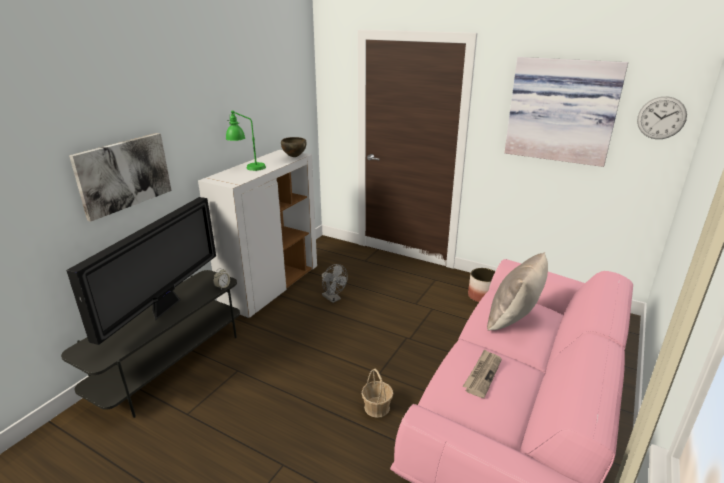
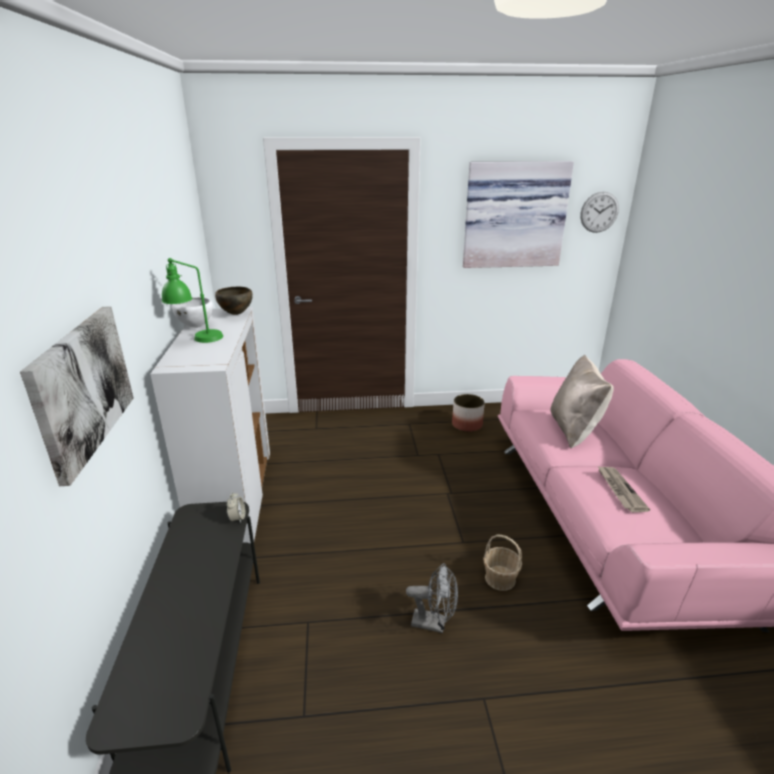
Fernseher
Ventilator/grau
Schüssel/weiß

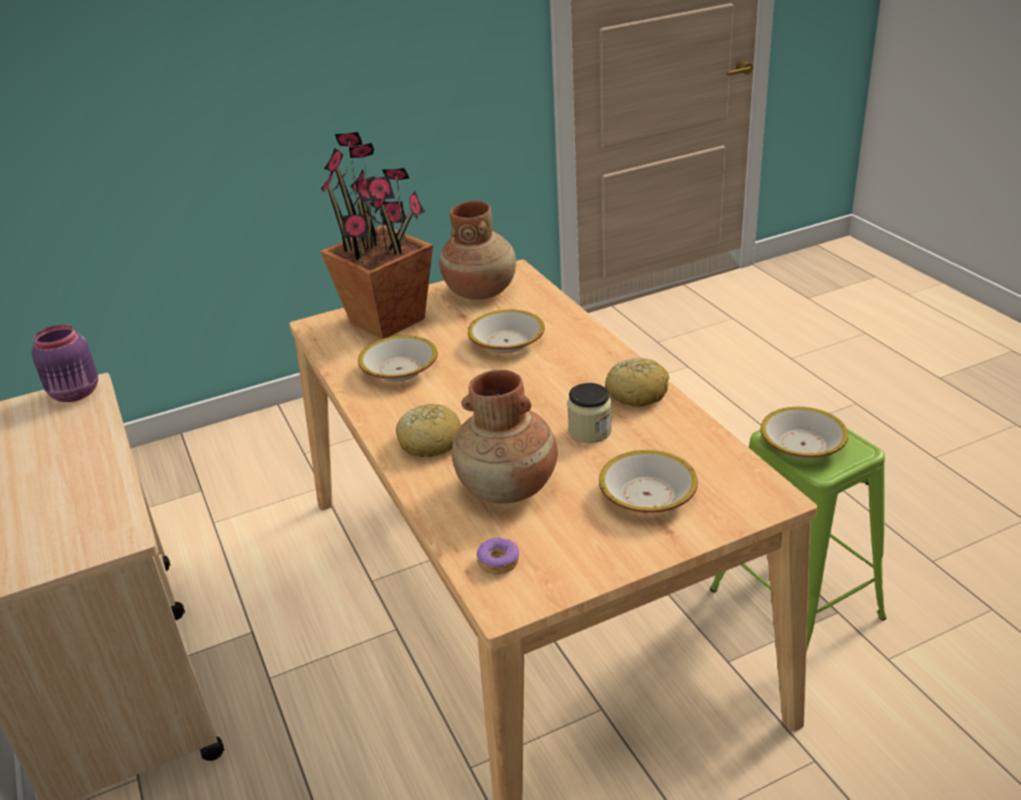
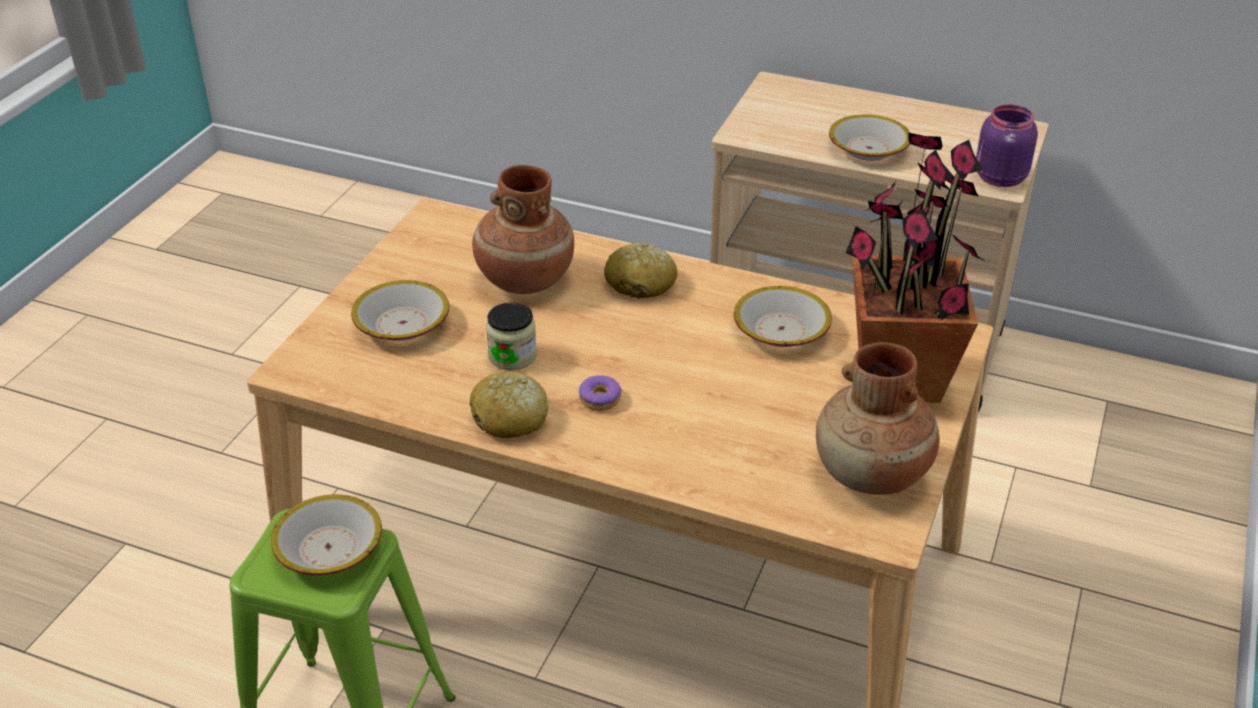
Schüssel (no. 4 from left)
Donut

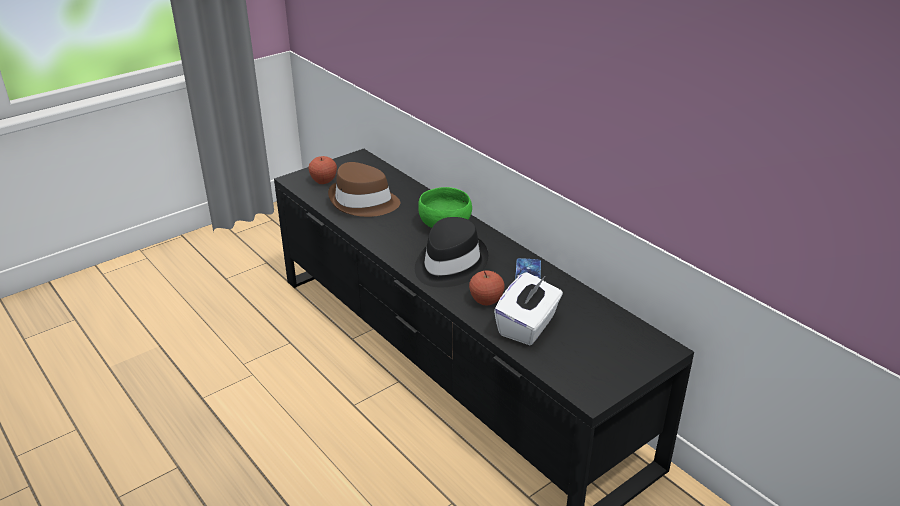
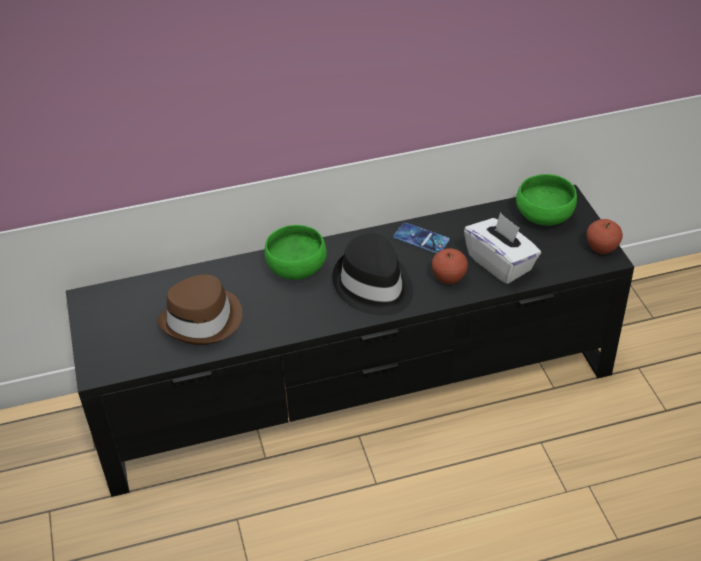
Apfel (no. 2 from left)
Schüssel/grün (no. 2 from left)

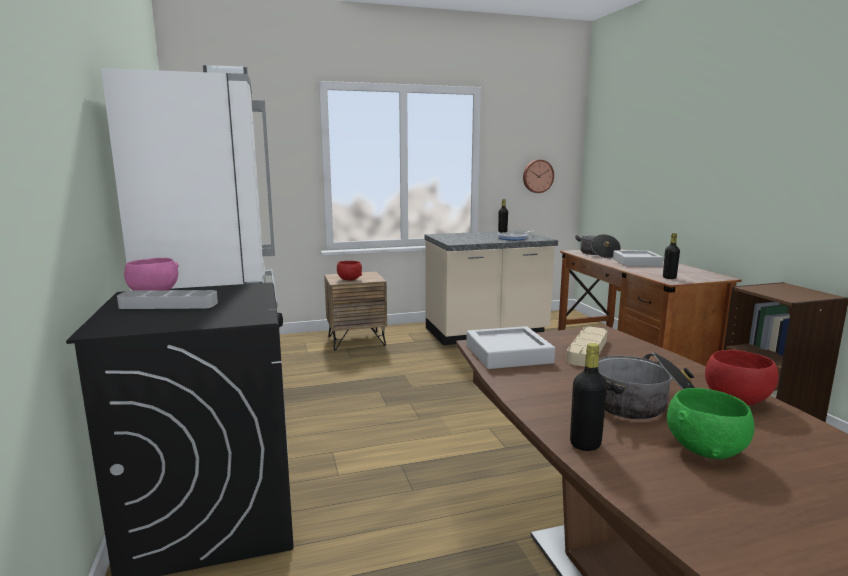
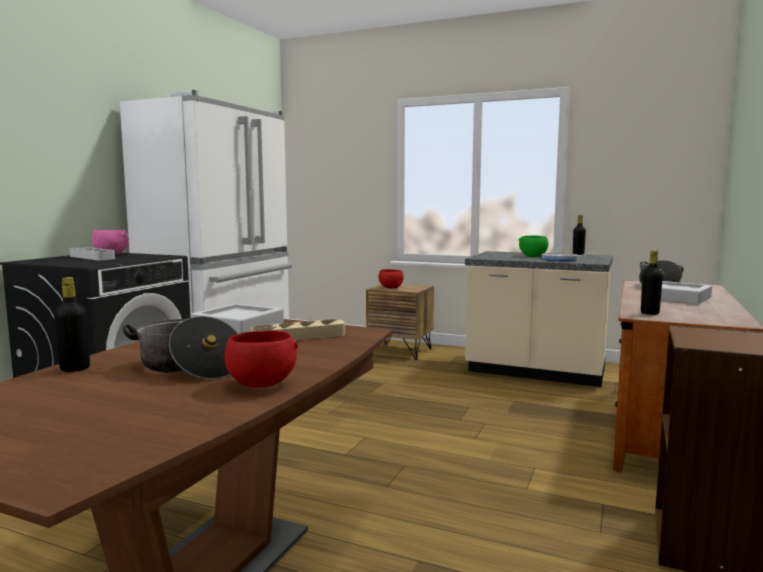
Wanduhr
Schüssel/grün

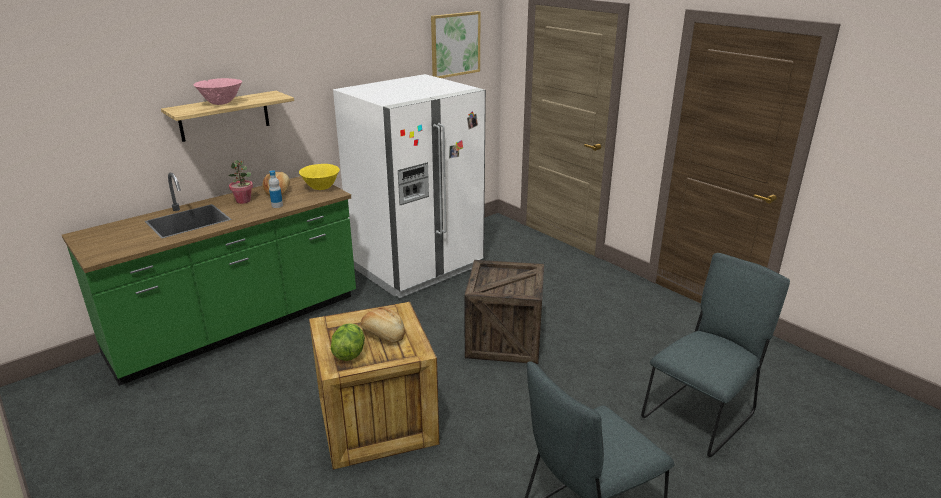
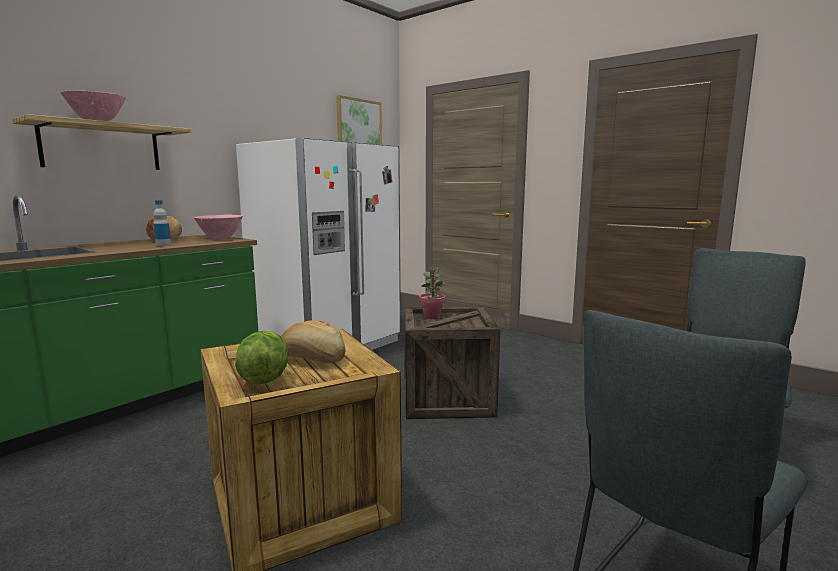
Topfpflanze
Schüssel/rosa (no. 2 from left)

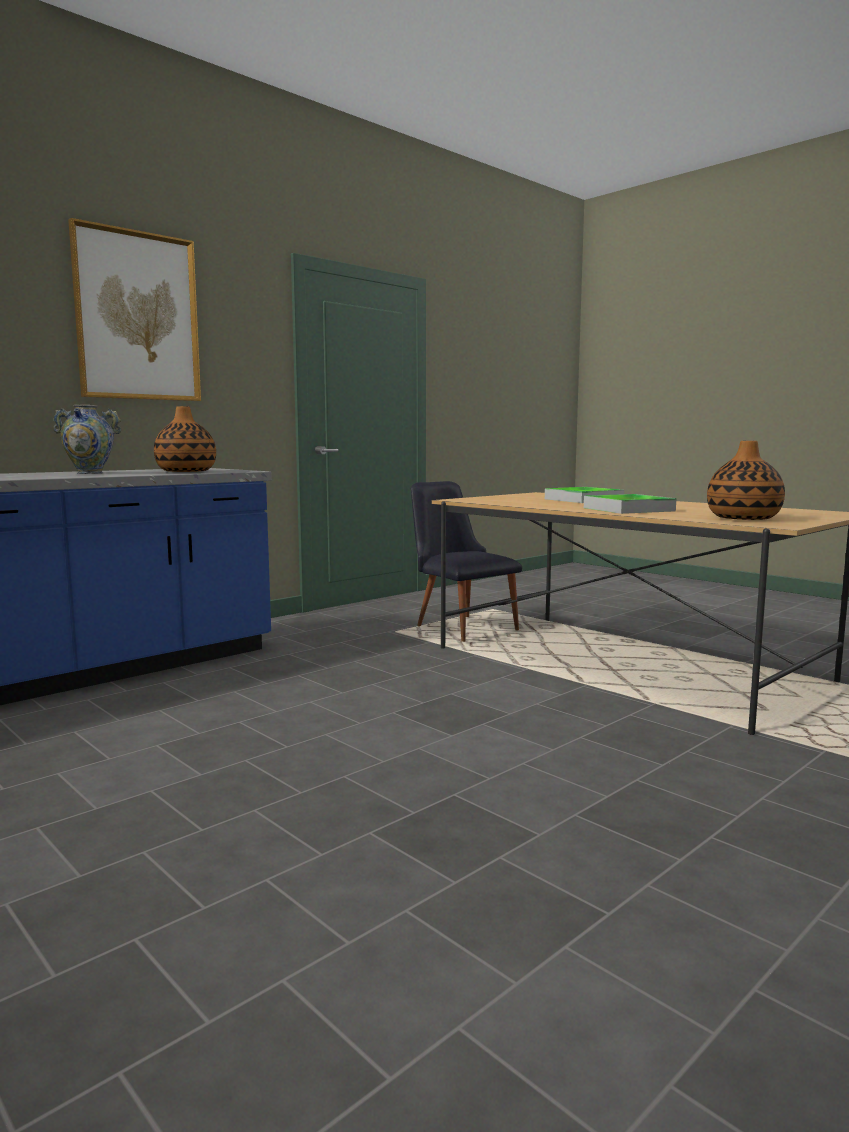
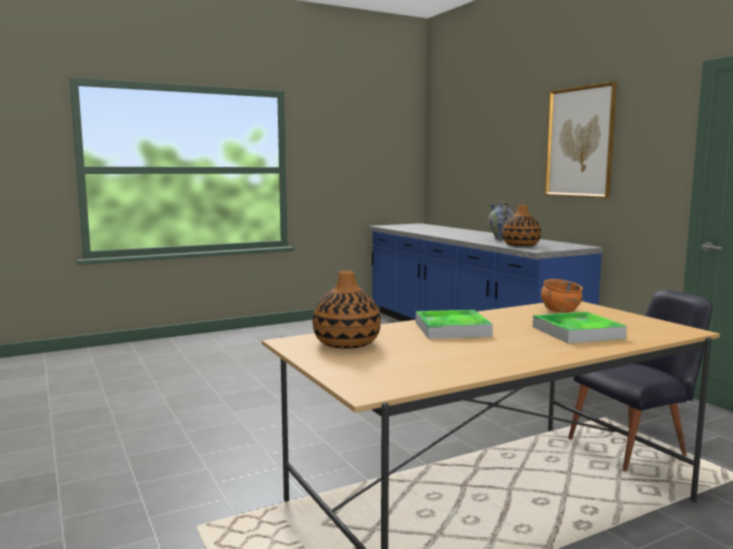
Schüssel/orange

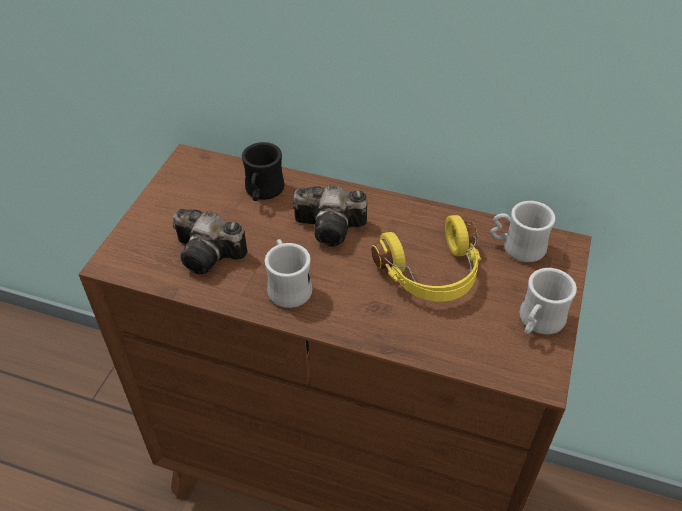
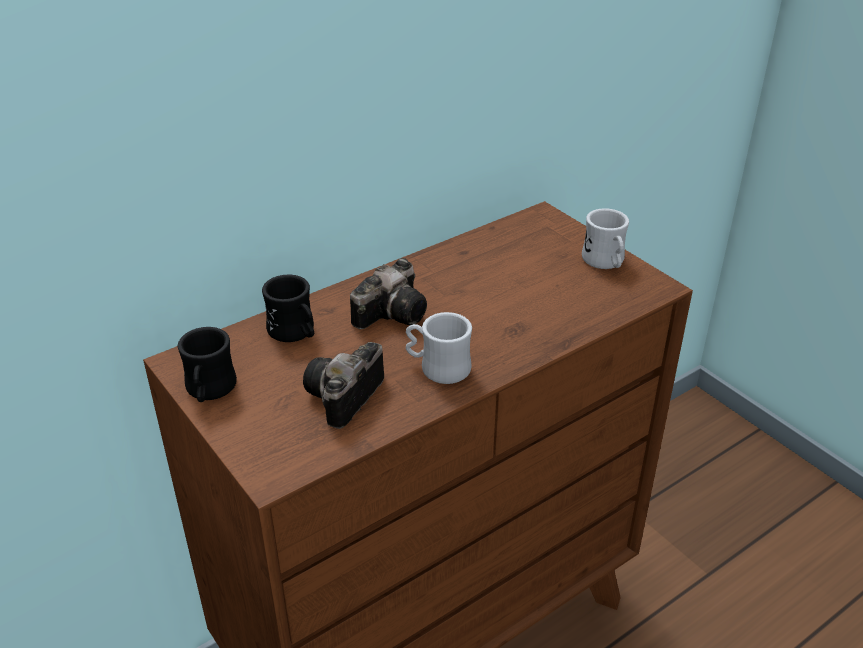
Kamera (no. 1 from left)
Kopfhörer/gelb
Henkelbecher/weiß (no. 2 from left in the first image)
Henkelbecher/schwarz (no. 1 from left)

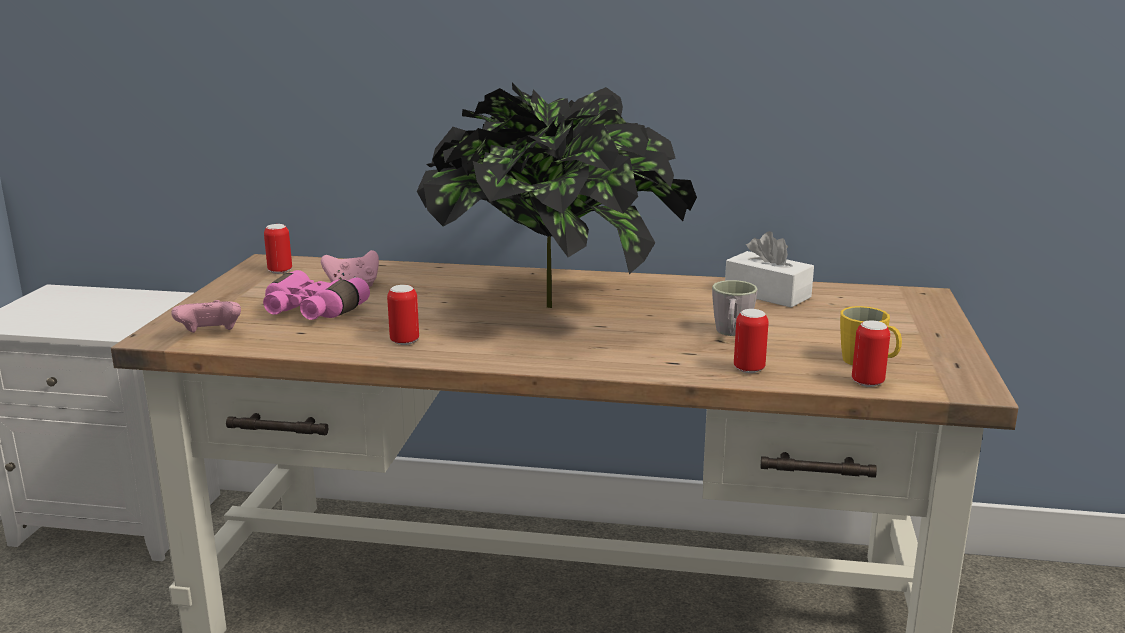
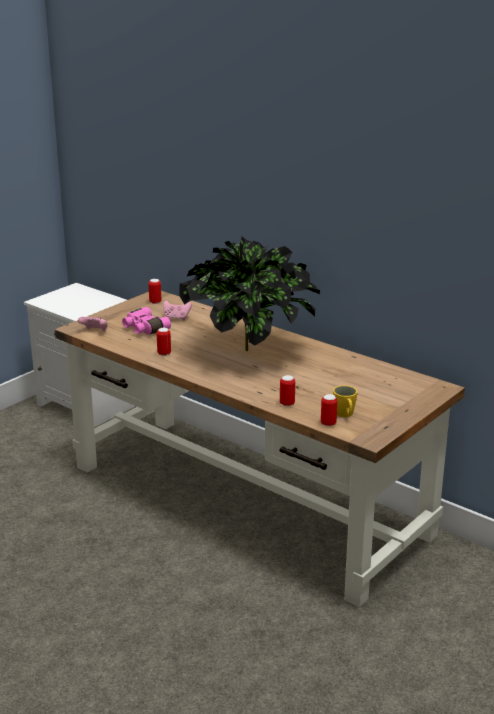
Henkelbecher/grau
Taschentuchbox/weiß

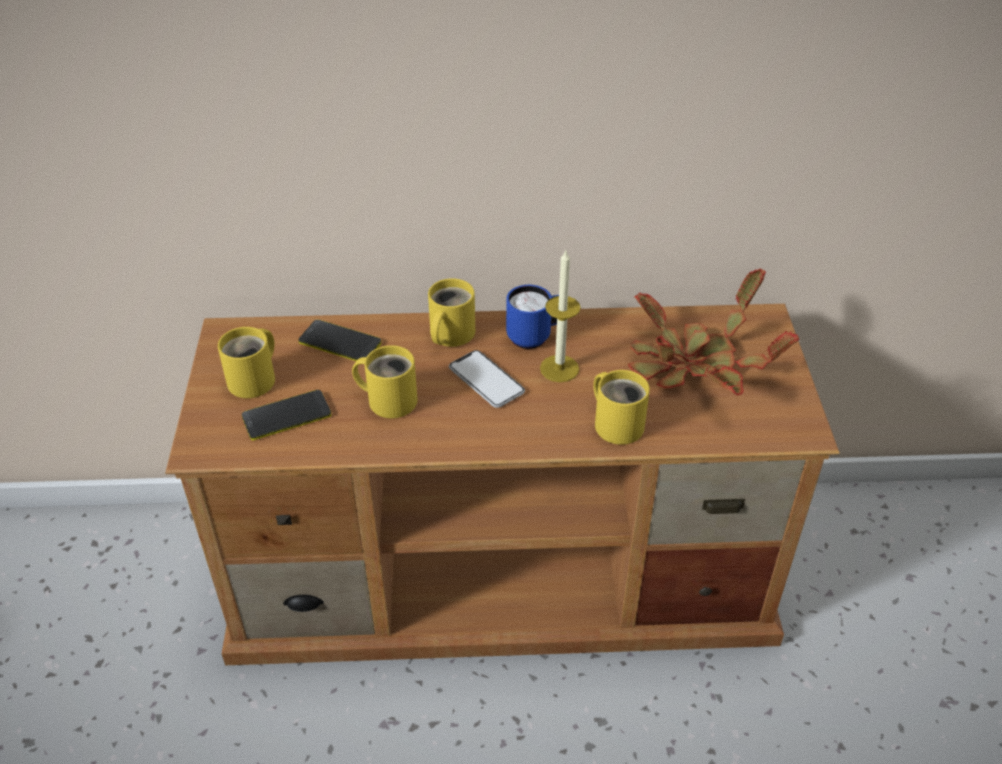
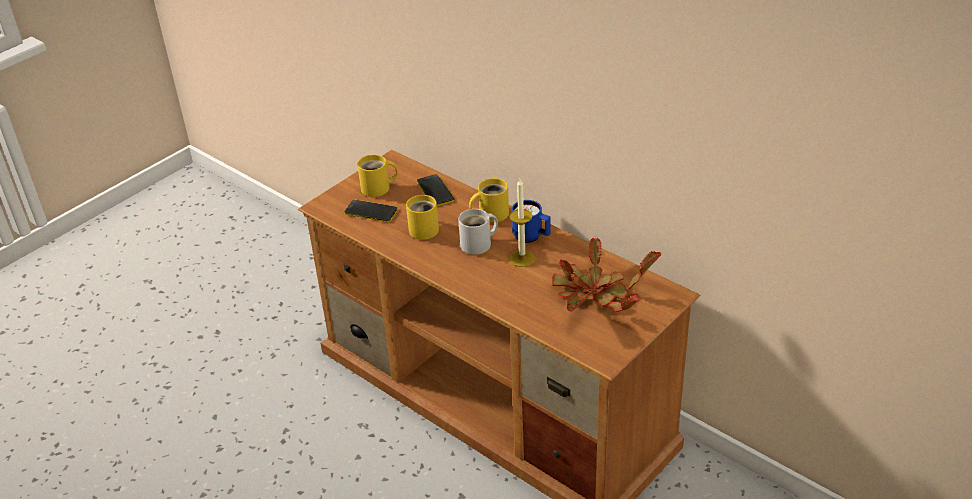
Henkelbecher/weiß
Henkelbecher/gelb (no. 4 from left in the first image)

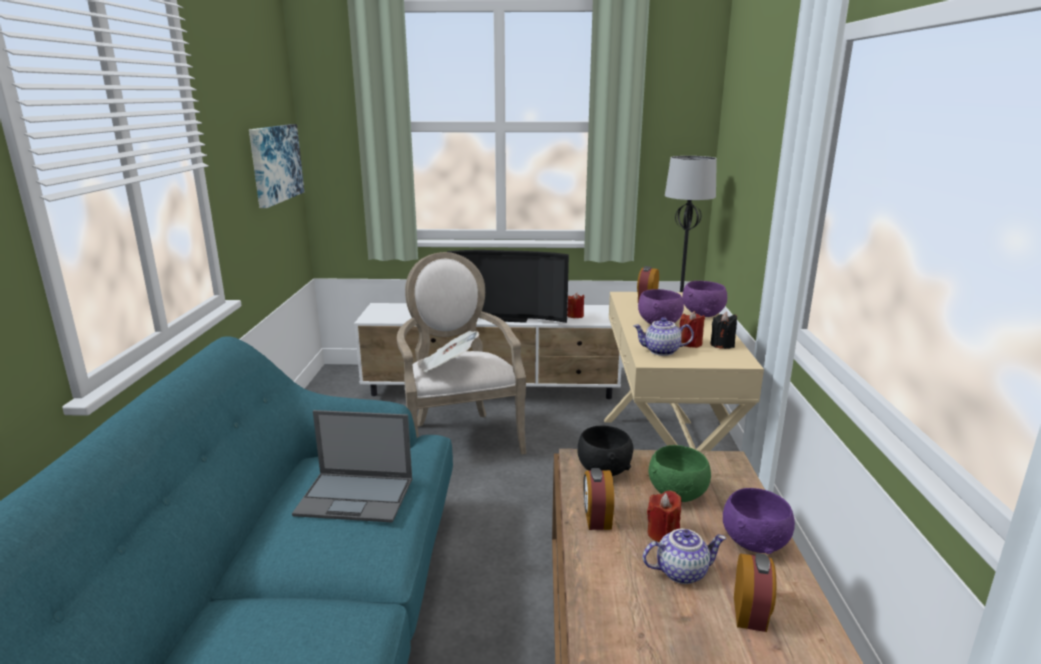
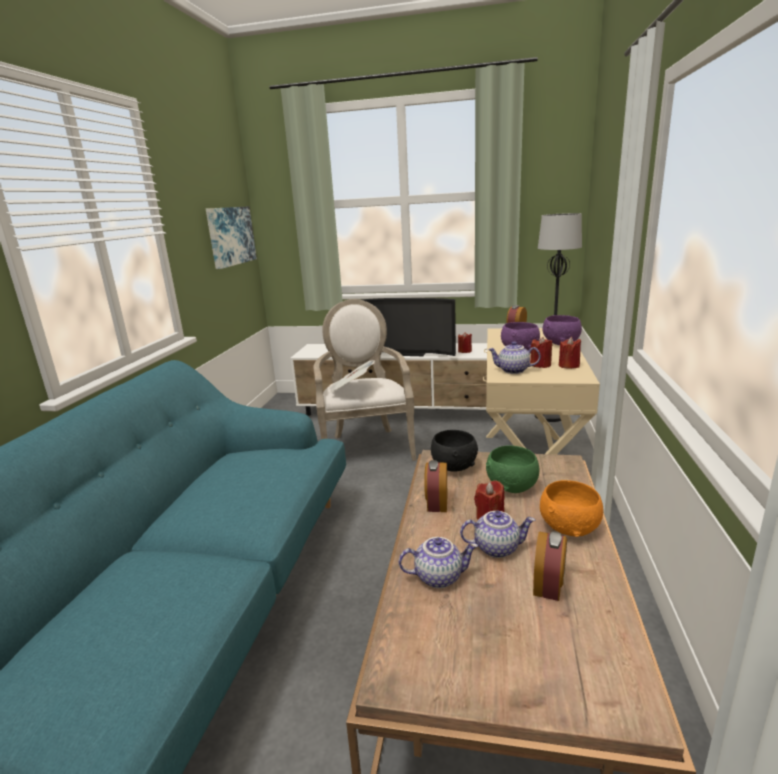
Laptop
Kerze/rot (no. 4 from left)
Schüssel/orange
Teekanne (no. 1 from left)

